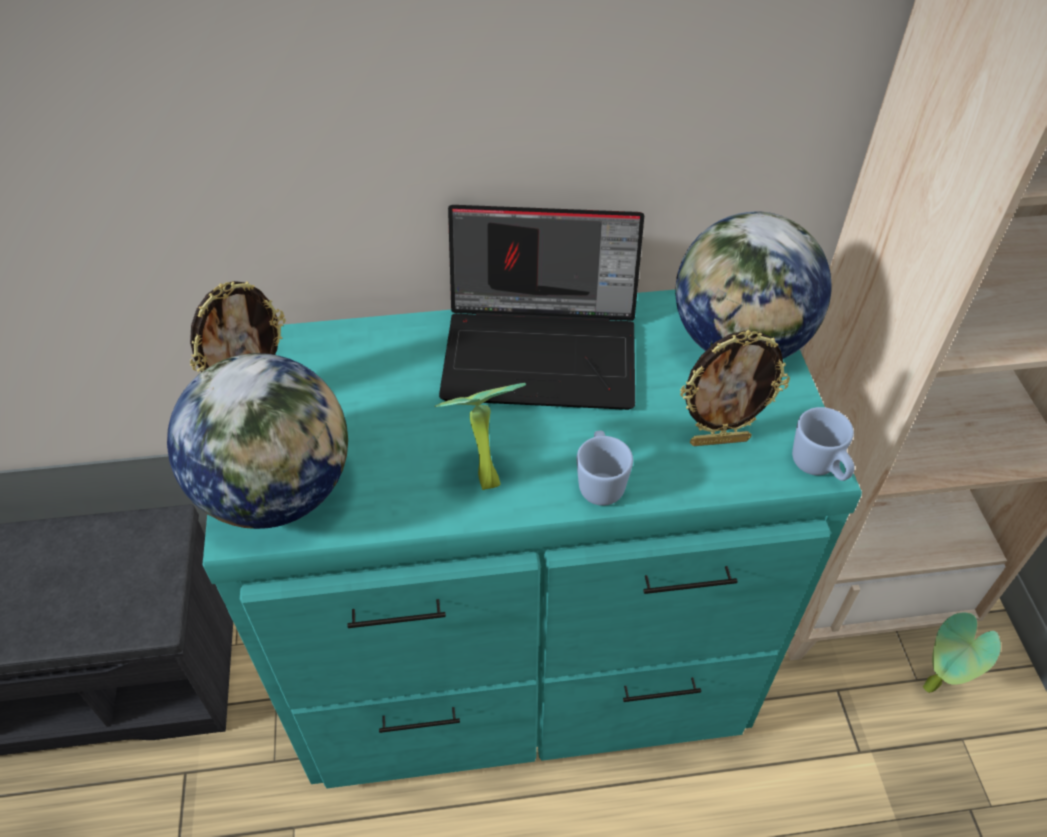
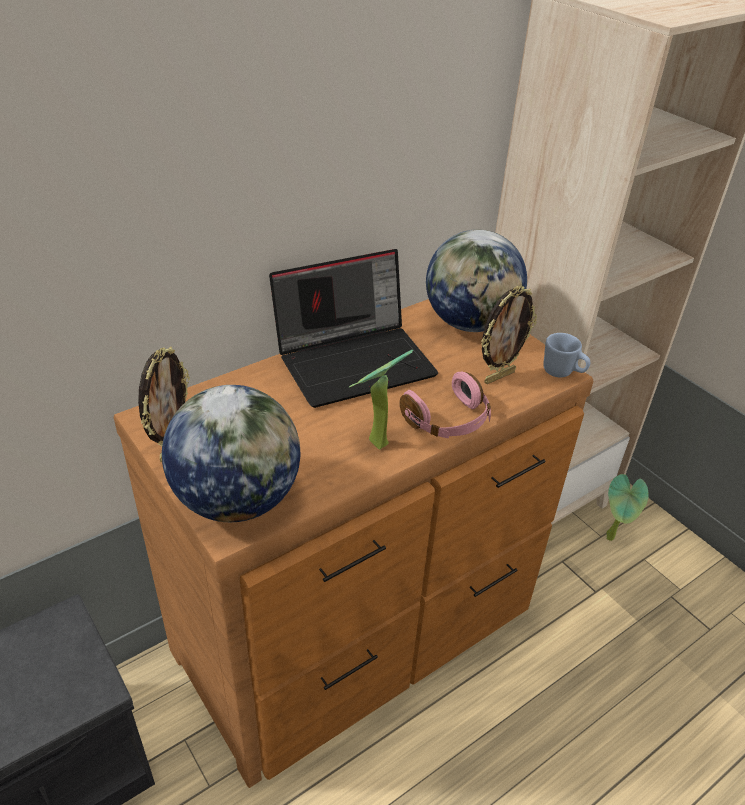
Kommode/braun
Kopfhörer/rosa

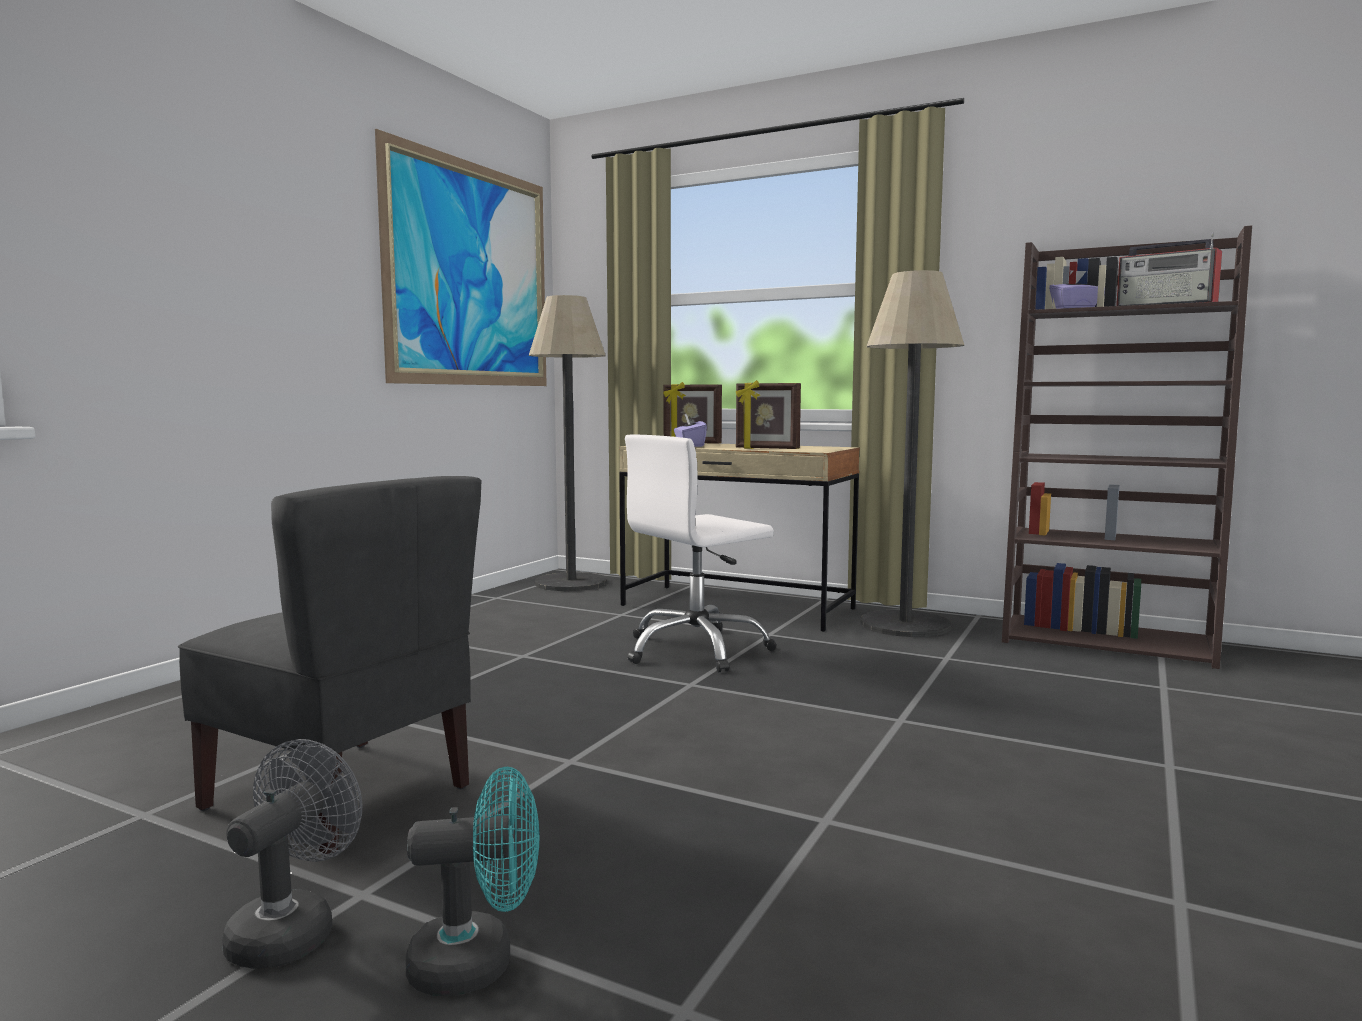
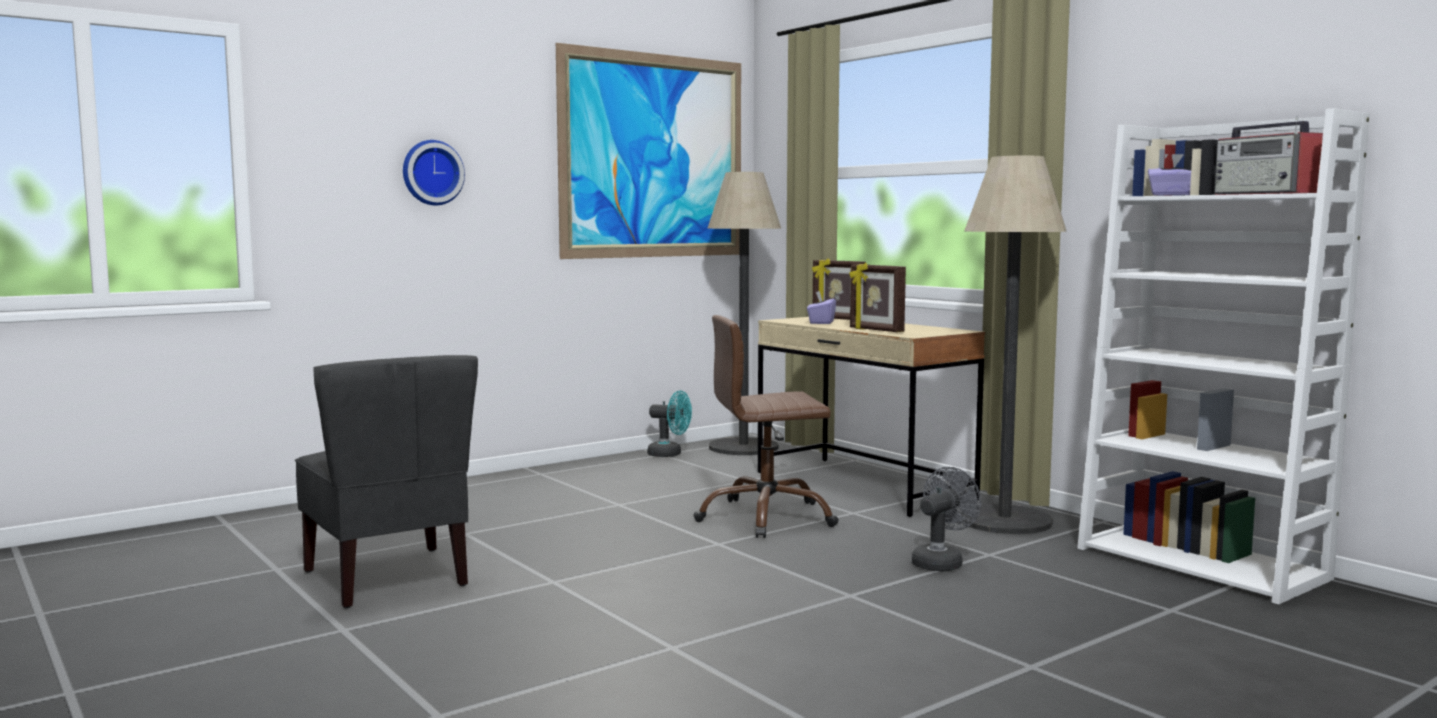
Ventilator/grau
Ventilator/türkis
Bürostuhl/braun
Bücherregal/weiß
Wanduhr

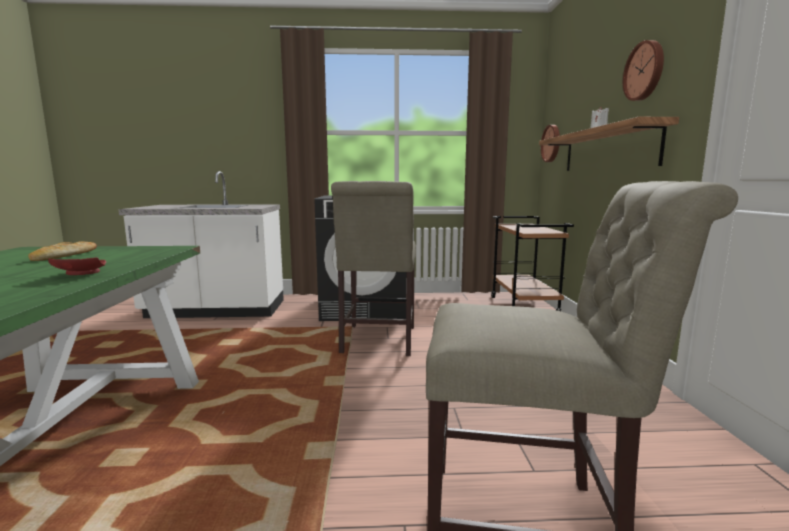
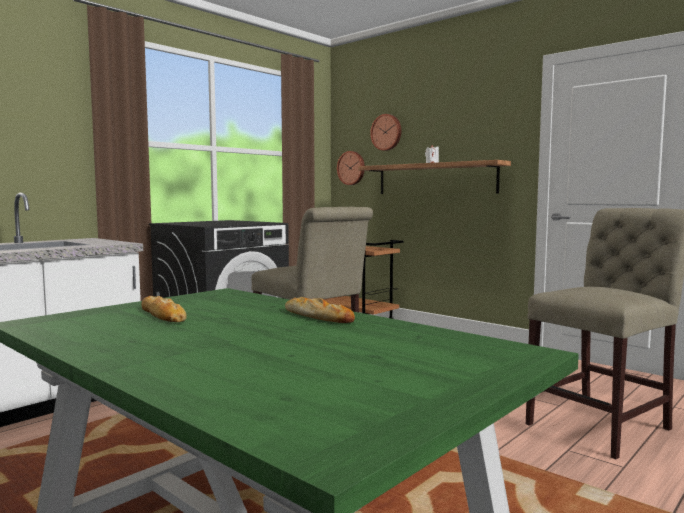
Brot (no. 2 from left)
Wanduhr (no. 2 from left)

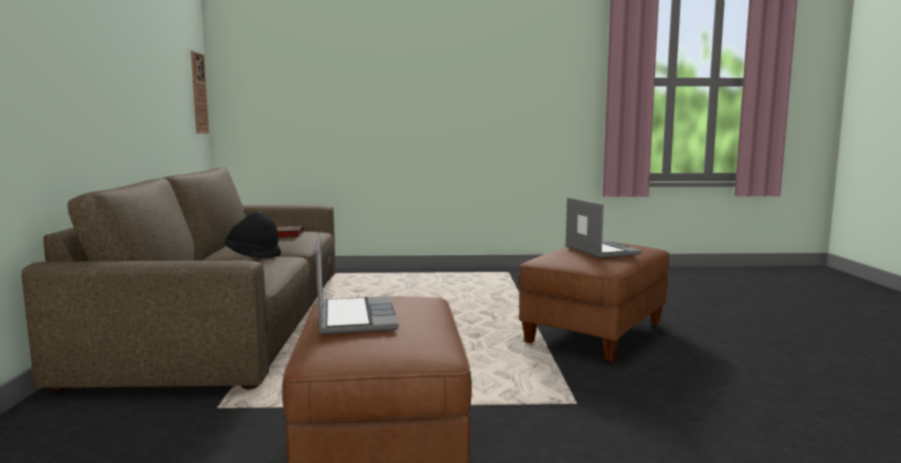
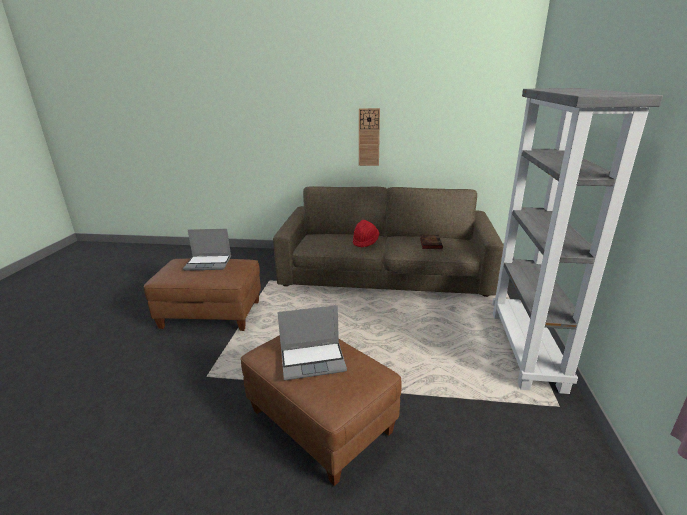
Wanduhr
Hut/rot
Bücherregal/grau

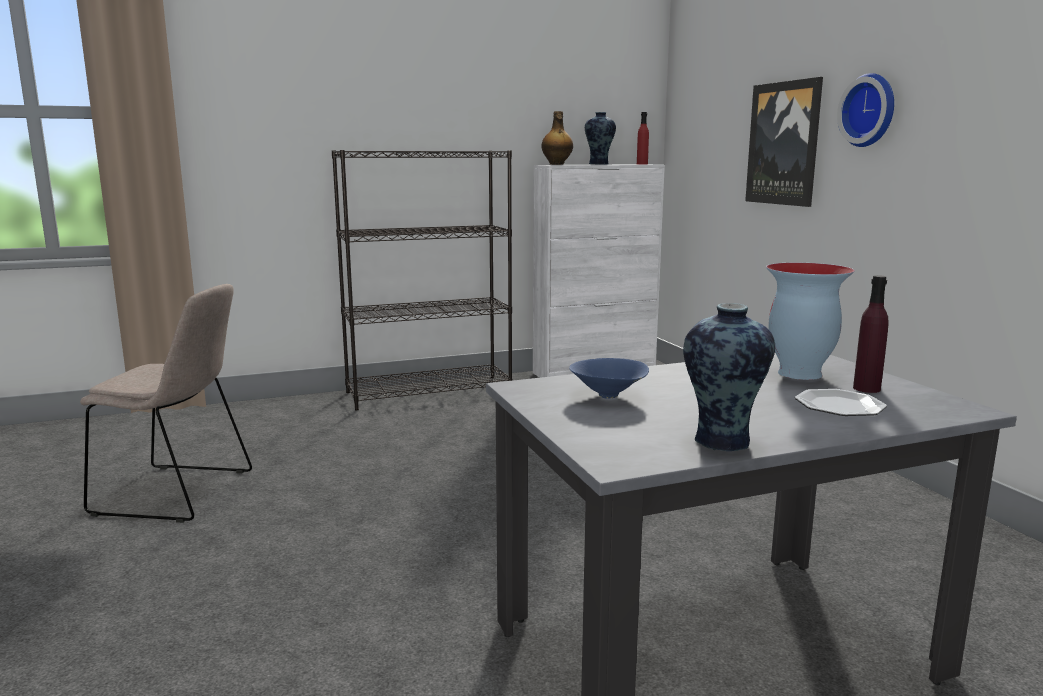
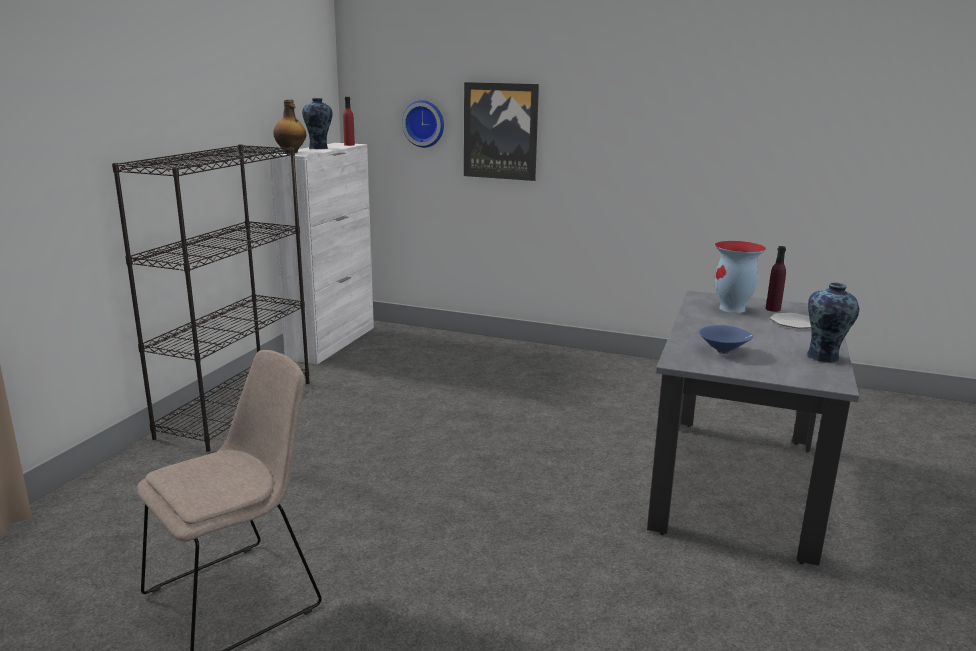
Wanduhr

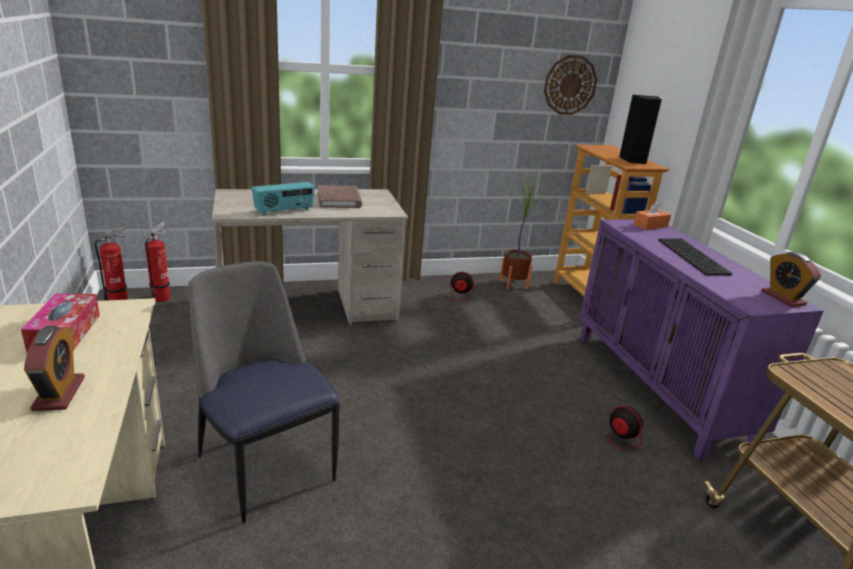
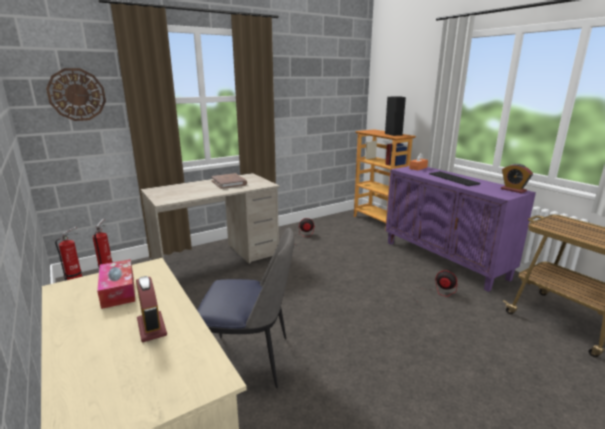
Stuhl
Radio
Topfpflanze
Wanduhr

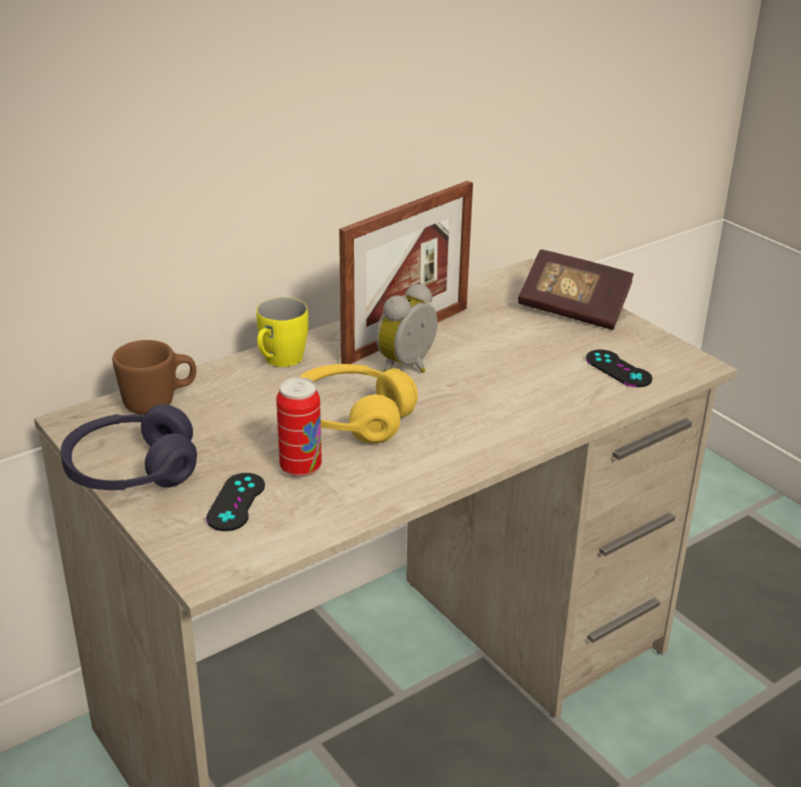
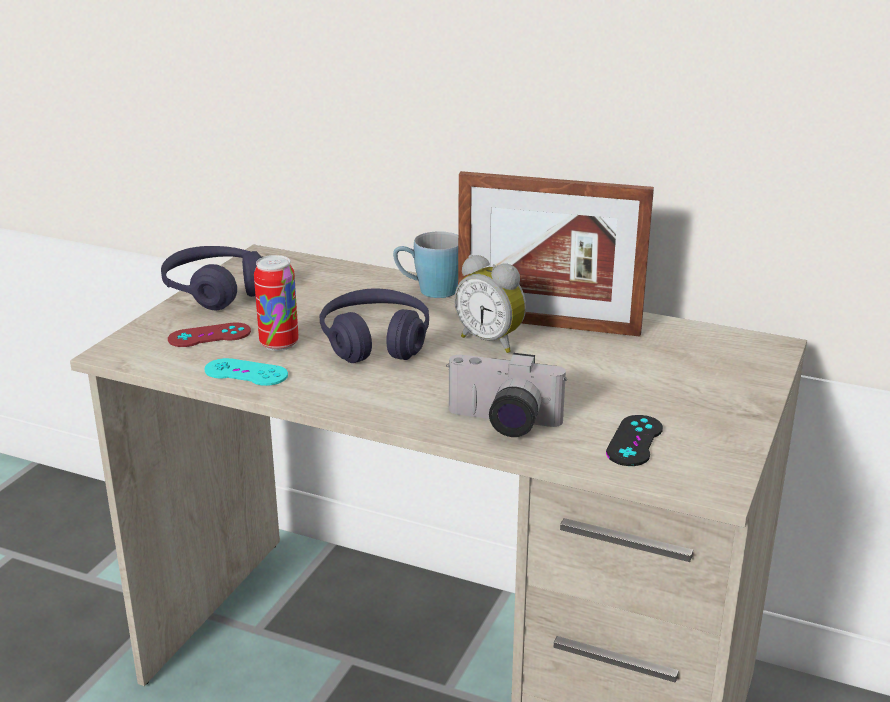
Henkelbecher/braun
Gamepad/rot
Henkelbecher/blau
Kopfhörer/lila (no. 2 from left)
Wecker
Buch
Gamepad/türkis
Kamera

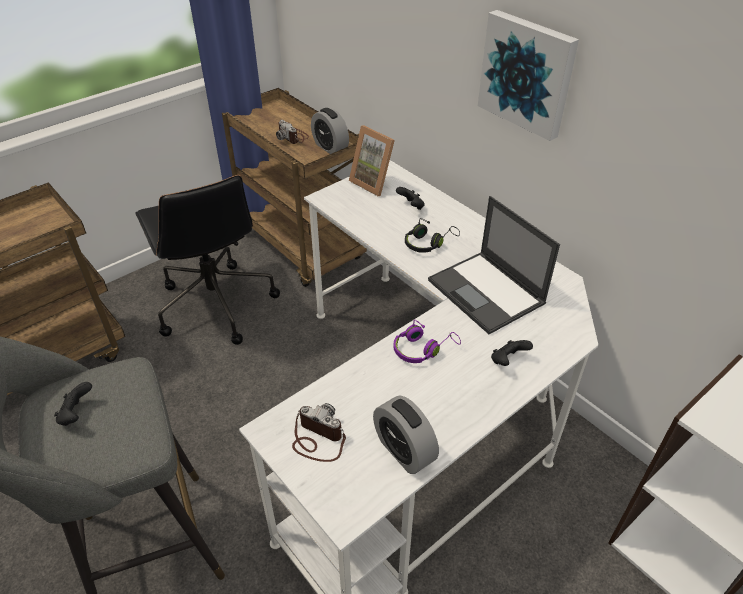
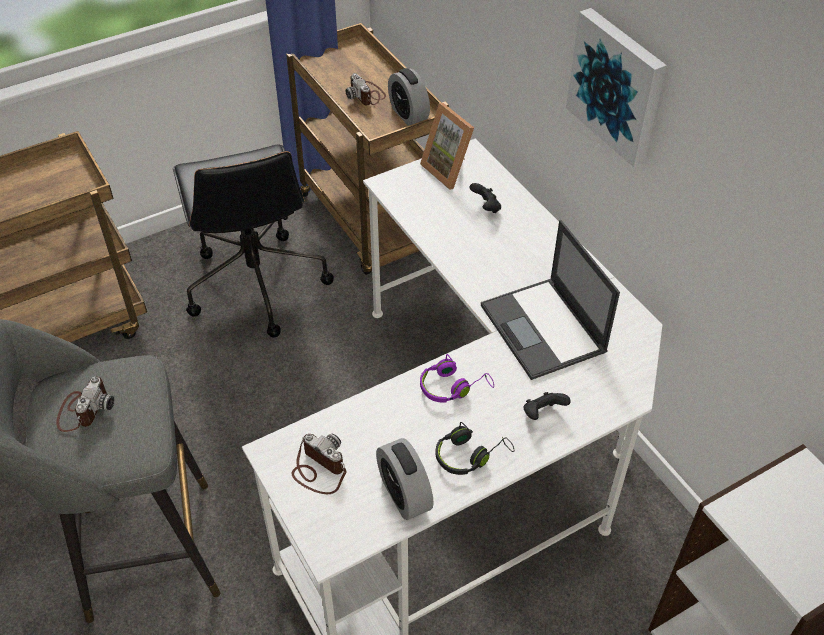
Kamera (no. 1 from left)
Kopfhörer/schwarz

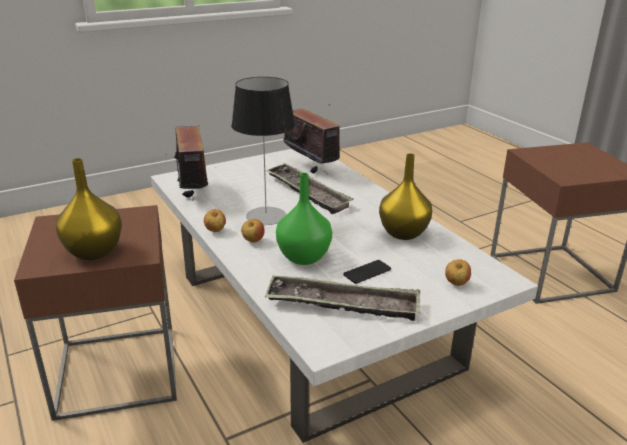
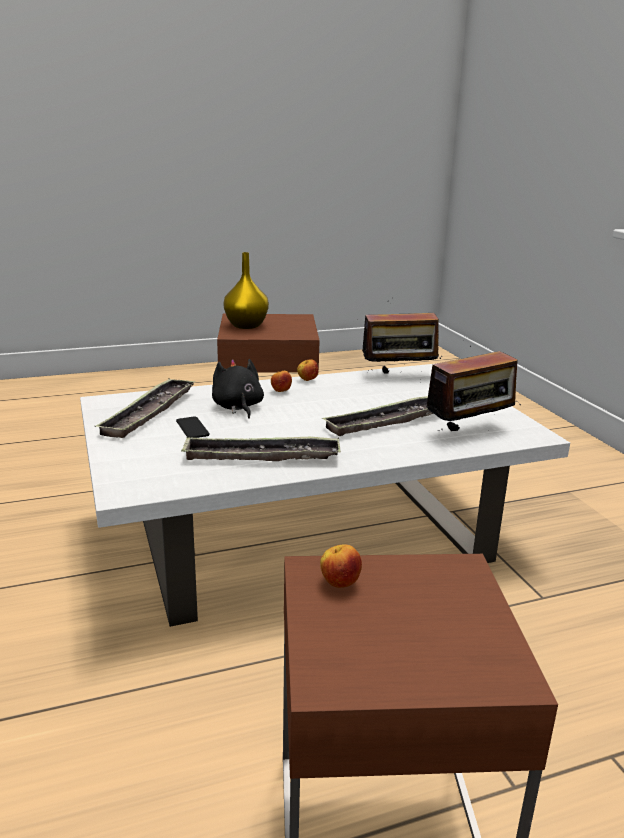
Tischlampe
Plüschtier/schwarz
Tablett (no. 2 from left)
Apfel (no. 3 from left)

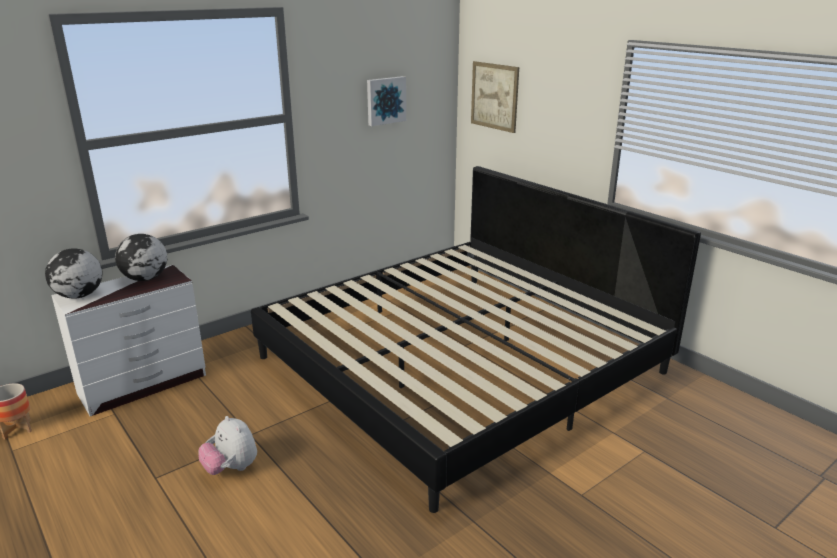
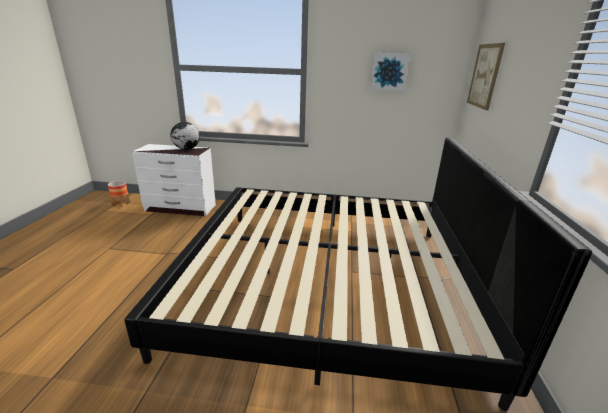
Globus (no. 1 from left in the first image)
Plüschtier

